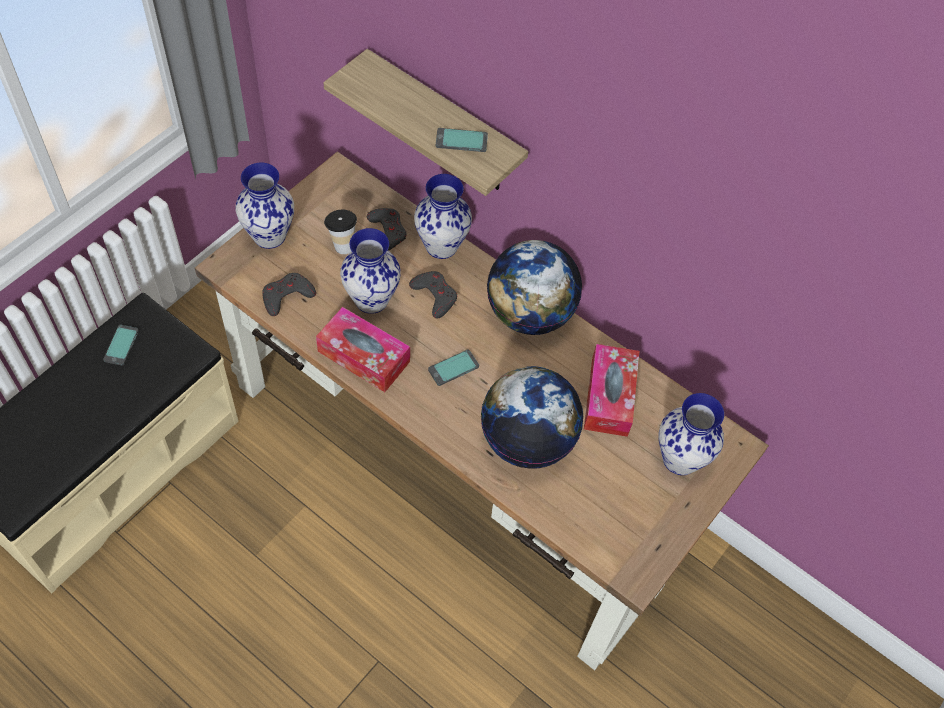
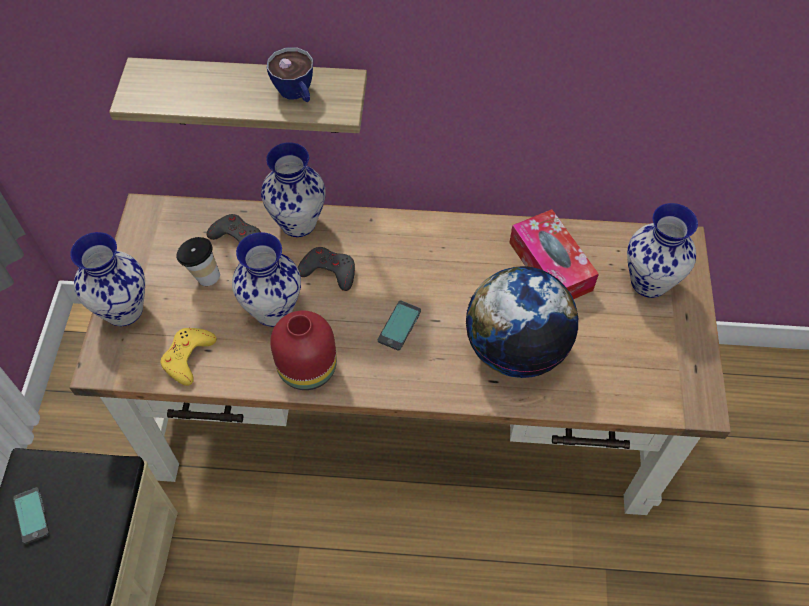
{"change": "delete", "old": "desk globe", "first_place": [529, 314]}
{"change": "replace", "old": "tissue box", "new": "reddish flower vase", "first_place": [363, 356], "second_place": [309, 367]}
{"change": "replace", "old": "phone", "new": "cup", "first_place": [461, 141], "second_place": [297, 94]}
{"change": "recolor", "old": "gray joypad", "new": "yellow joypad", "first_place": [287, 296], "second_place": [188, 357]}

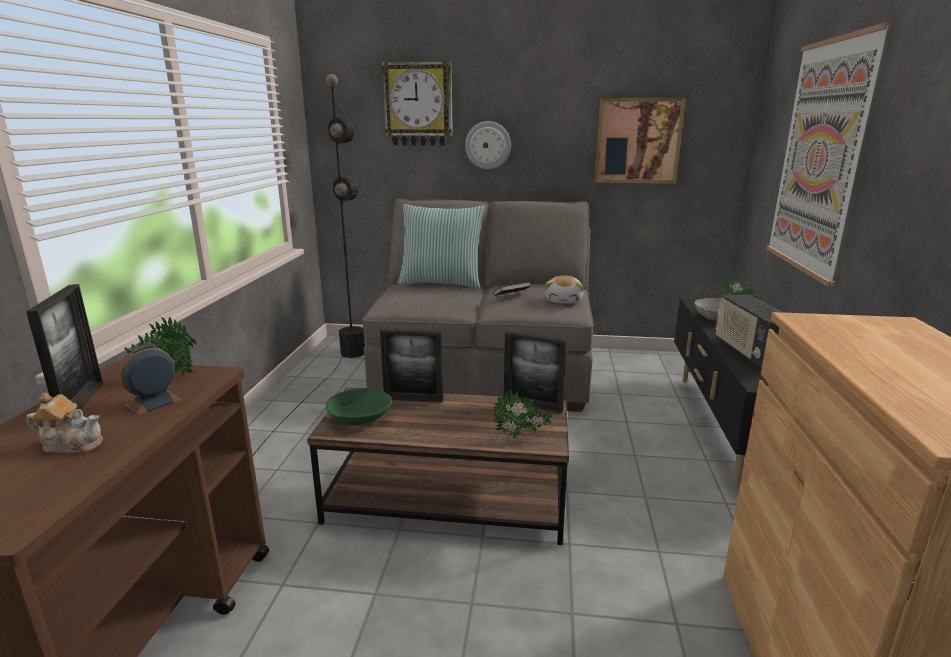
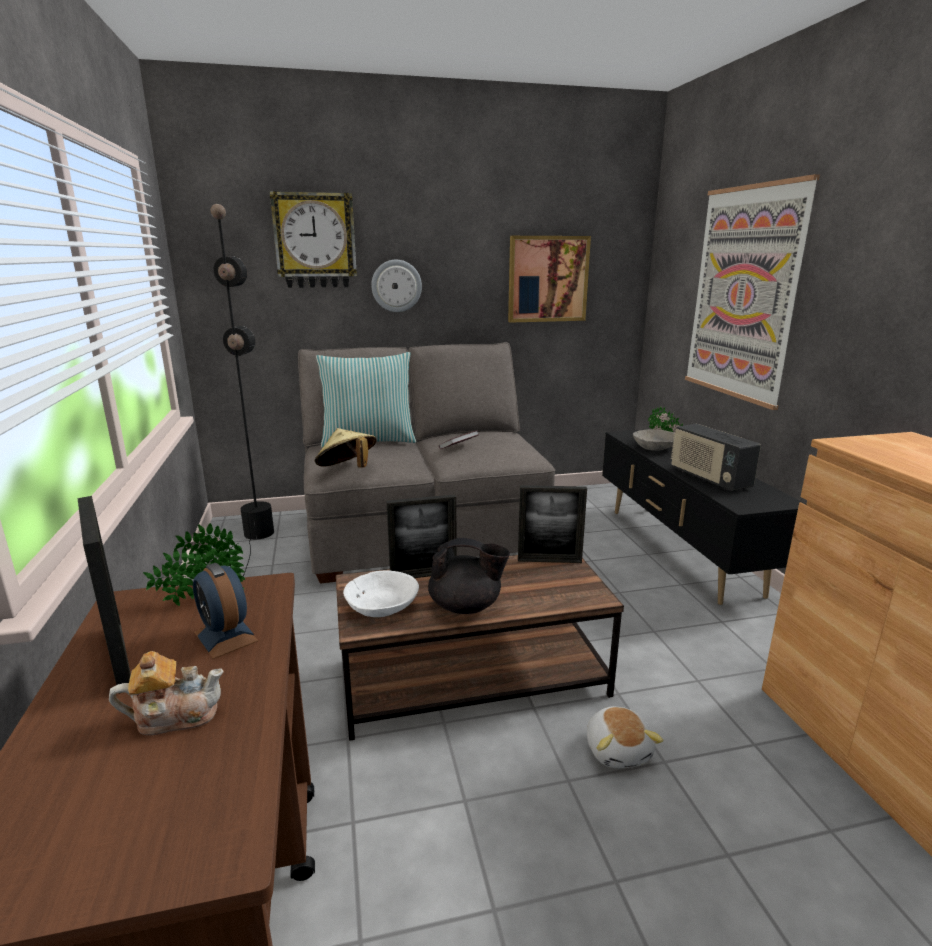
{"change": "delete", "old": "houseplant", "first_place": [520, 437]}
{"change": "insert", "new": "beige-coloured hat", "second_place": [347, 470]}
{"change": "insert", "new": "black-coloured tea pot", "second_place": [466, 606]}
{"change": "move", "old": "soft toy", "first_place": [564, 301], "second_place": [618, 750]}
{"change": "recolor", "old": "greenish bowl", "new": "whitish bowl", "first_place": [360, 418], "second_place": [382, 607]}
{"change": "rotate", "old": "bedside clock", "first_place": [153, 402], "second_place": [225, 637], "degrees": -60}

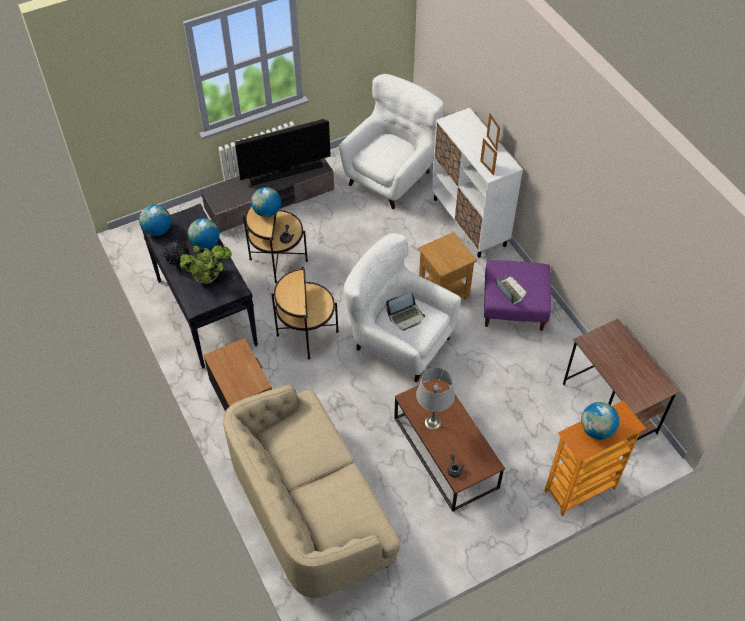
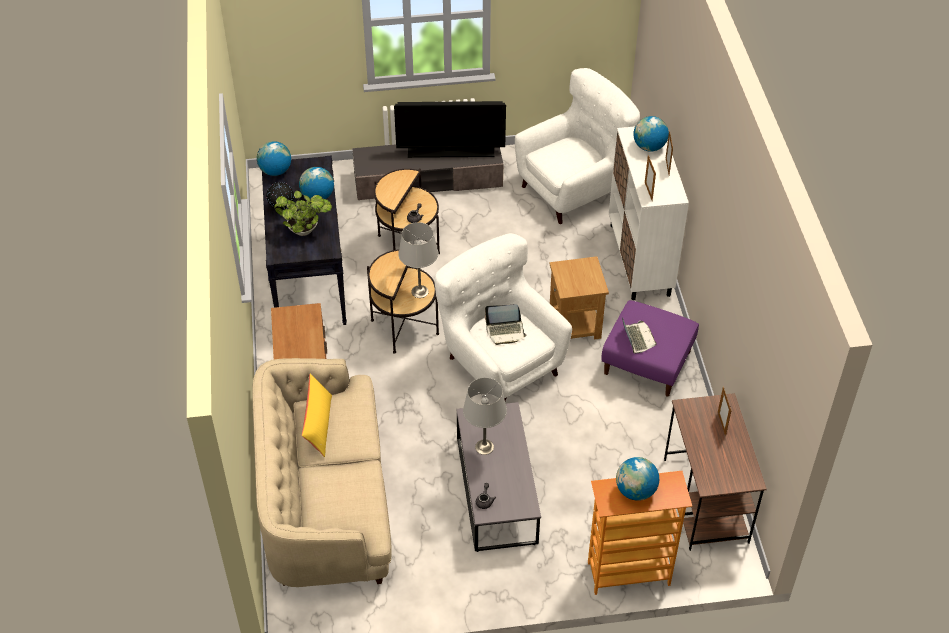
{"change": "insert", "new": "yellow cushion", "second_place": [318, 425]}
{"change": "insert", "new": "gray lamp for a table", "second_place": [420, 292]}
{"change": "insert", "new": "photo frame", "second_place": [721, 424]}
{"change": "move", "old": "desk globe", "first_place": [267, 212], "second_place": [649, 147]}
{"change": "recolor", "old": "brown lounge table", "new": "gray lounge table", "first_place": [446, 452], "second_place": [496, 490]}

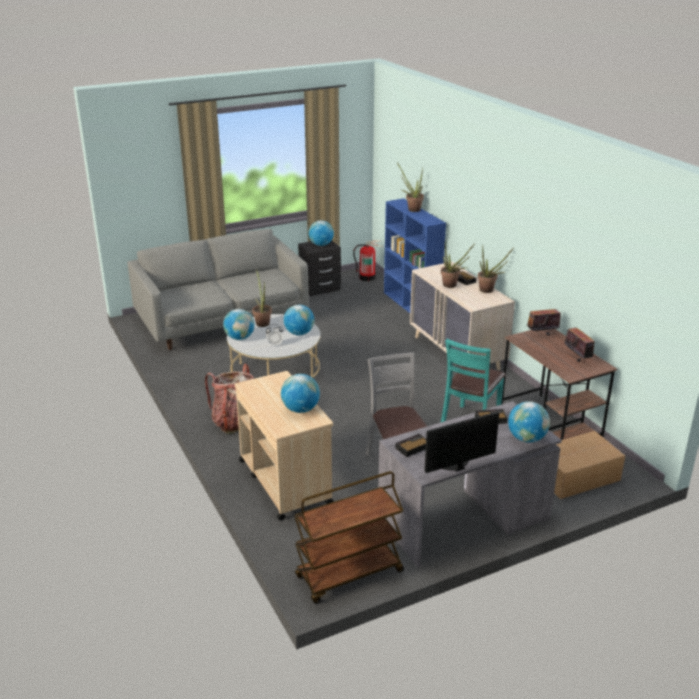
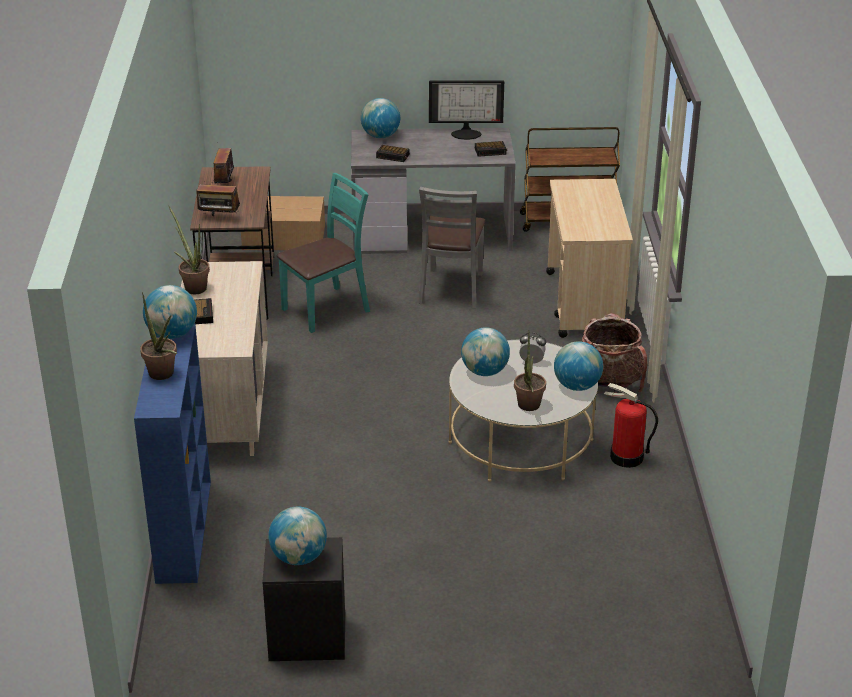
{"change": "delete", "old": "gray settee", "first_place": [222, 321]}
{"change": "delete", "old": "houseplant", "first_place": [452, 285]}
{"change": "move", "old": "desk globe", "first_place": [300, 409], "second_place": [172, 334]}
{"change": "move", "old": "fire extinguisher", "first_place": [367, 277], "second_place": [626, 457]}

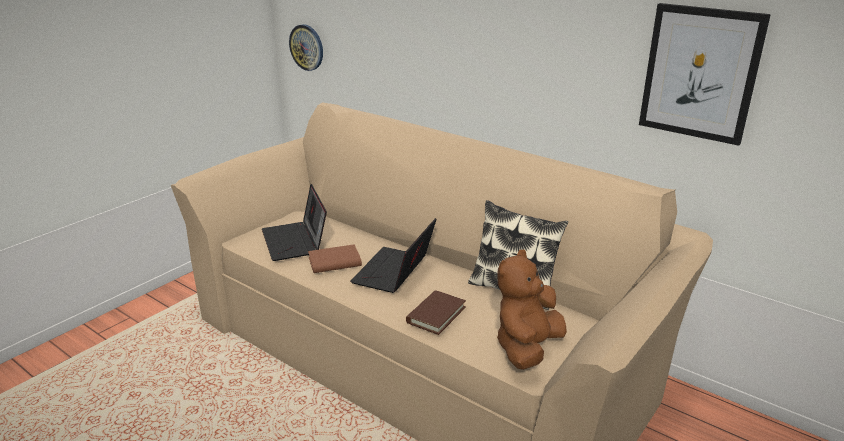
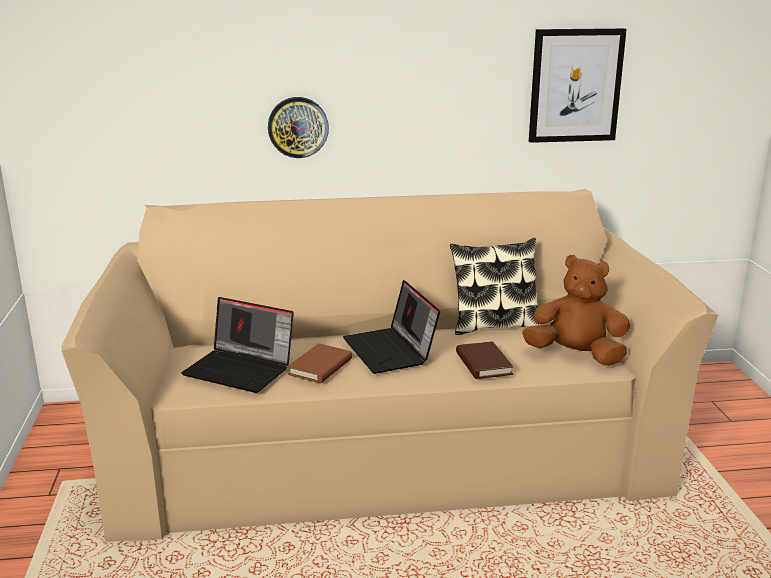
{"change": "move", "old": "hanging clock", "first_place": [307, 47], "second_place": [298, 127]}
{"change": "rotate", "old": "brown soft toy", "first_place": [527, 348], "second_place": [576, 355], "degrees": 120}

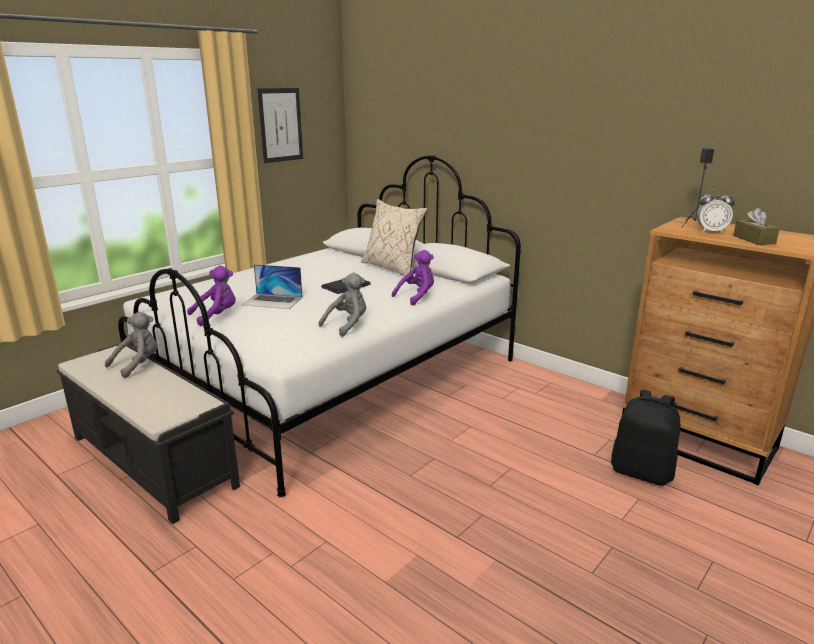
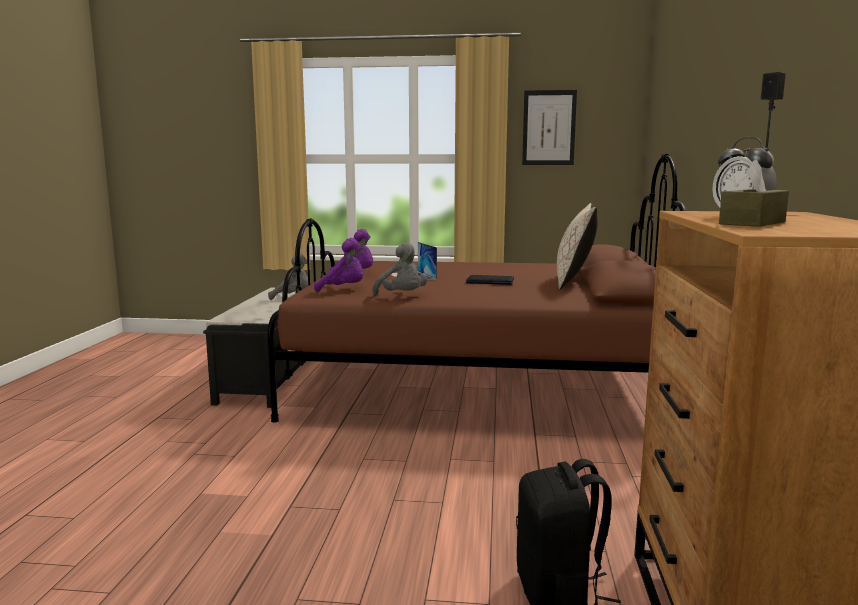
{"change": "move", "old": "purplish soft toy", "first_place": [417, 297], "second_place": [344, 289]}
{"change": "recolor", "old": "whitish bed", "new": "brown bed", "first_place": [333, 377], "second_place": [477, 383]}
{"change": "rotate", "old": "gray soft toy", "first_place": [347, 325], "second_place": [402, 296], "degrees": 45}

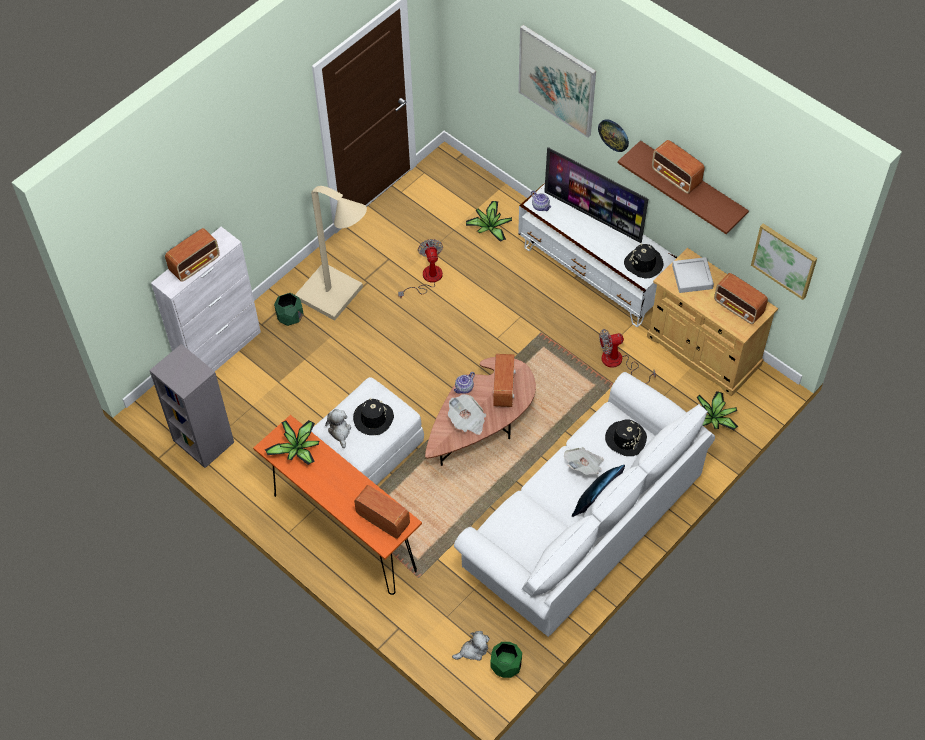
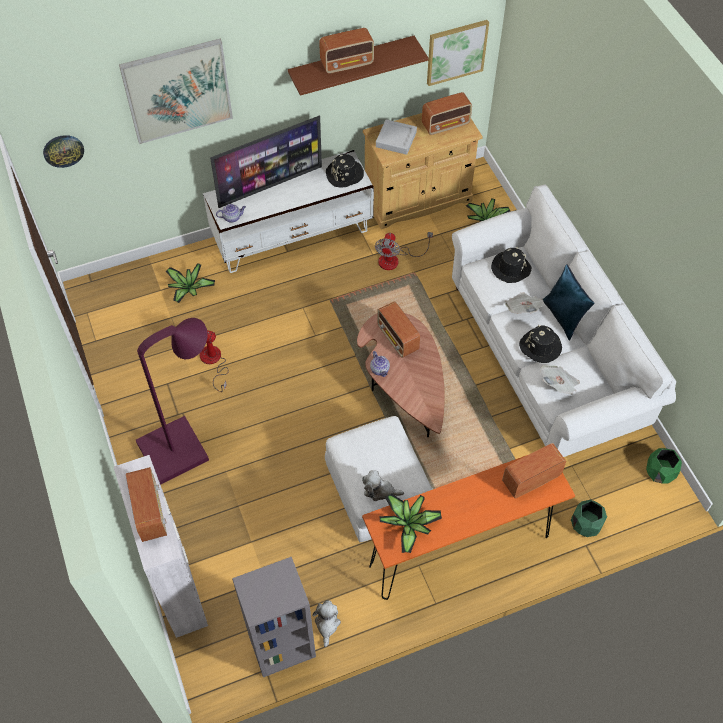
{"change": "move", "old": "greenish plant pot", "first_place": [290, 317], "second_place": [585, 524]}
{"change": "move", "old": "black-coloured hat", "first_place": [373, 419], "second_place": [540, 346]}
{"change": "move", "old": "printed paper", "first_place": [467, 420], "second_place": [558, 385]}
{"change": "move", "old": "soft toy", "first_place": [473, 650], "second_place": [327, 624]}
{"change": "move", "old": "hanging clock", "first_place": [614, 135], "second_place": [63, 150]}
{"change": "recolor", "old": "beige-coloured floor lamp", "new": "purplish floor lamp", "first_place": [337, 297], "second_place": [183, 446]}
{"change": "rotate", "old": "radio", "first_place": [503, 388], "second_place": [398, 339], "degrees": -150}

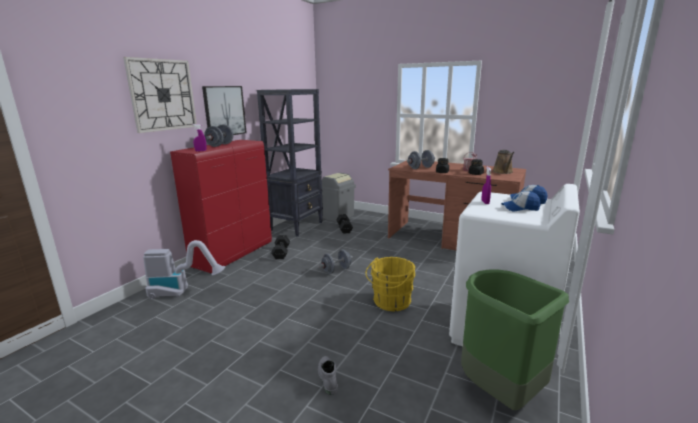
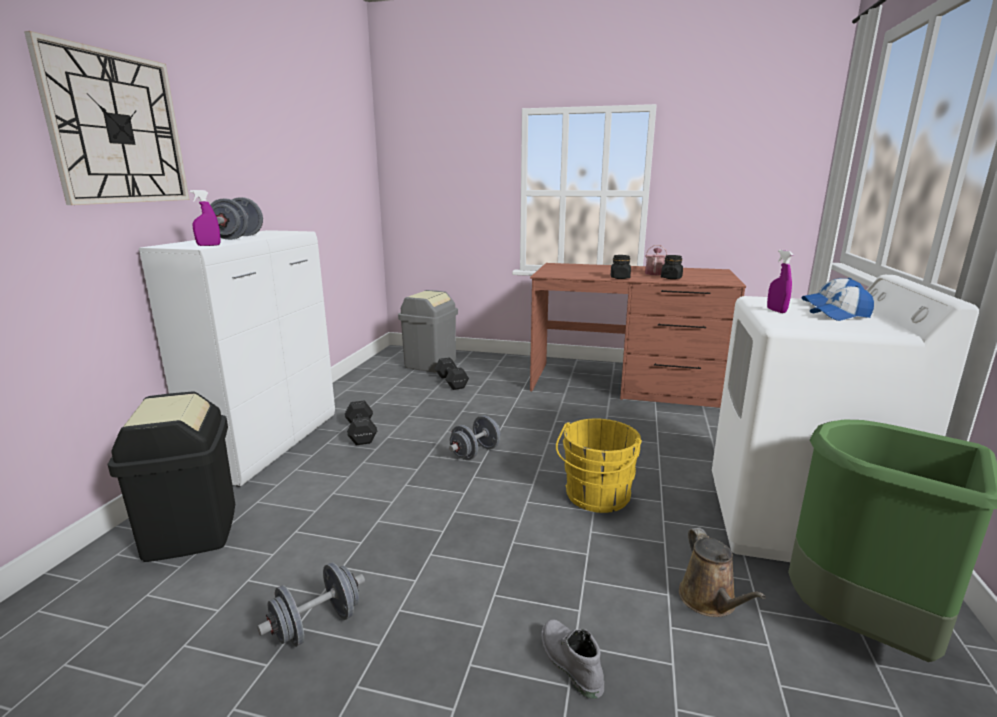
{"change": "delete", "old": "wall art", "first_place": [224, 111]}
{"change": "delete", "old": "black-coloured bookshelf", "first_place": [297, 226]}
{"change": "move", "old": "gray hand weight", "first_place": [420, 168], "second_place": [317, 625]}
{"change": "move", "old": "brown sprinkling can", "first_place": [503, 172], "second_place": [710, 601]}
{"change": "replace", "old": "vacuum", "new": "black-coloured rubbish bin", "first_place": [182, 292], "second_place": [190, 531]}
{"change": "recolor", "old": "reddish cupboard", "new": "whitish cupboard", "first_place": [234, 254], "second_place": [271, 445]}

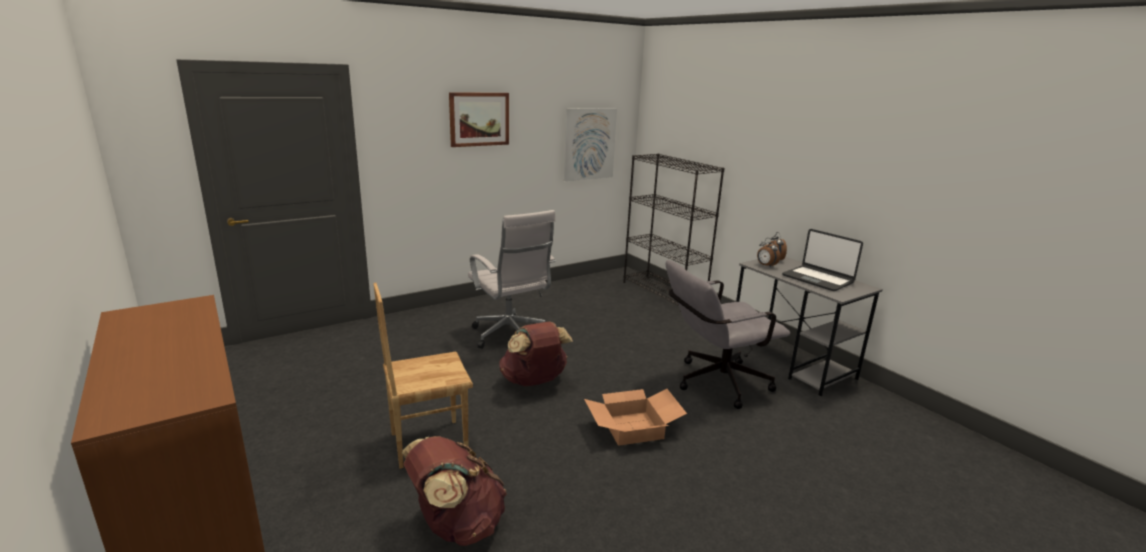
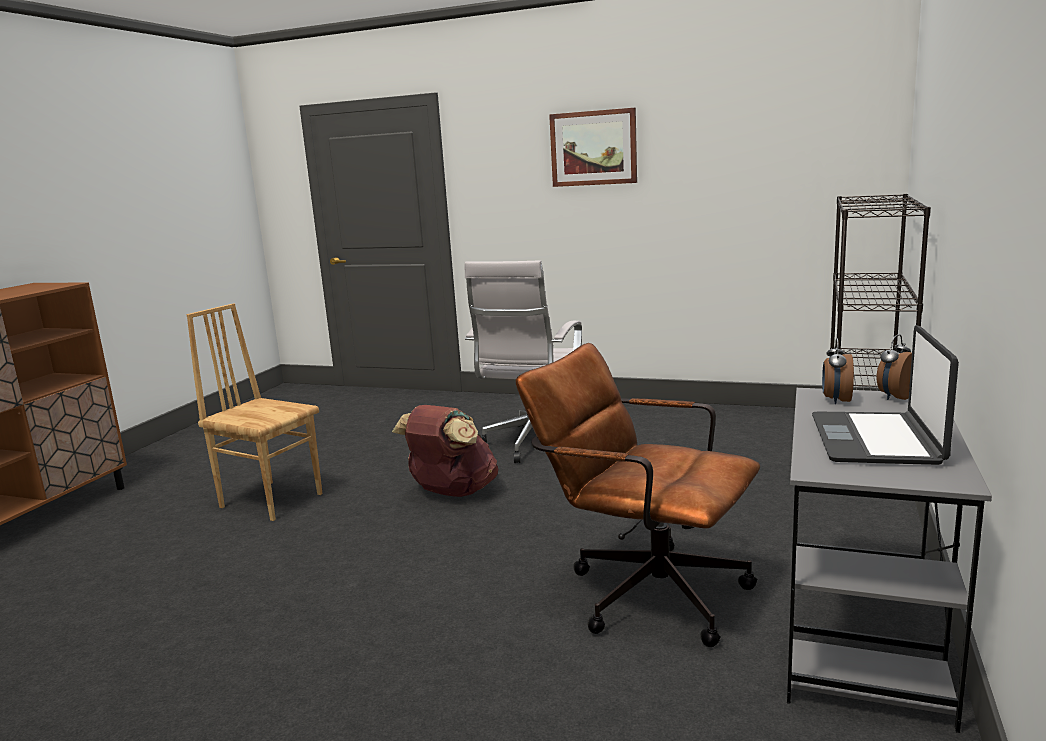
{"change": "delete", "old": "brown backpack", "first_place": [456, 525]}
{"change": "delete", "old": "wall art", "first_place": [589, 144]}
{"change": "delete", "old": "carton", "first_place": [633, 427]}
{"change": "recolor", "old": "gray computer chair", "new": "brown computer chair", "first_place": [714, 383], "second_place": [643, 590]}

